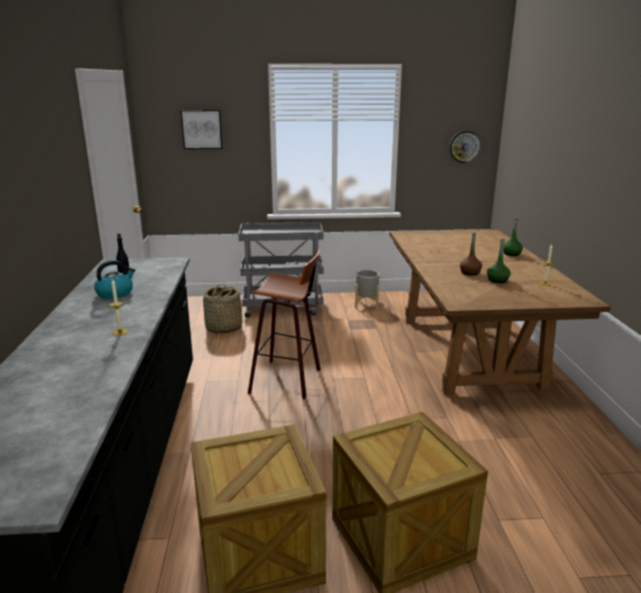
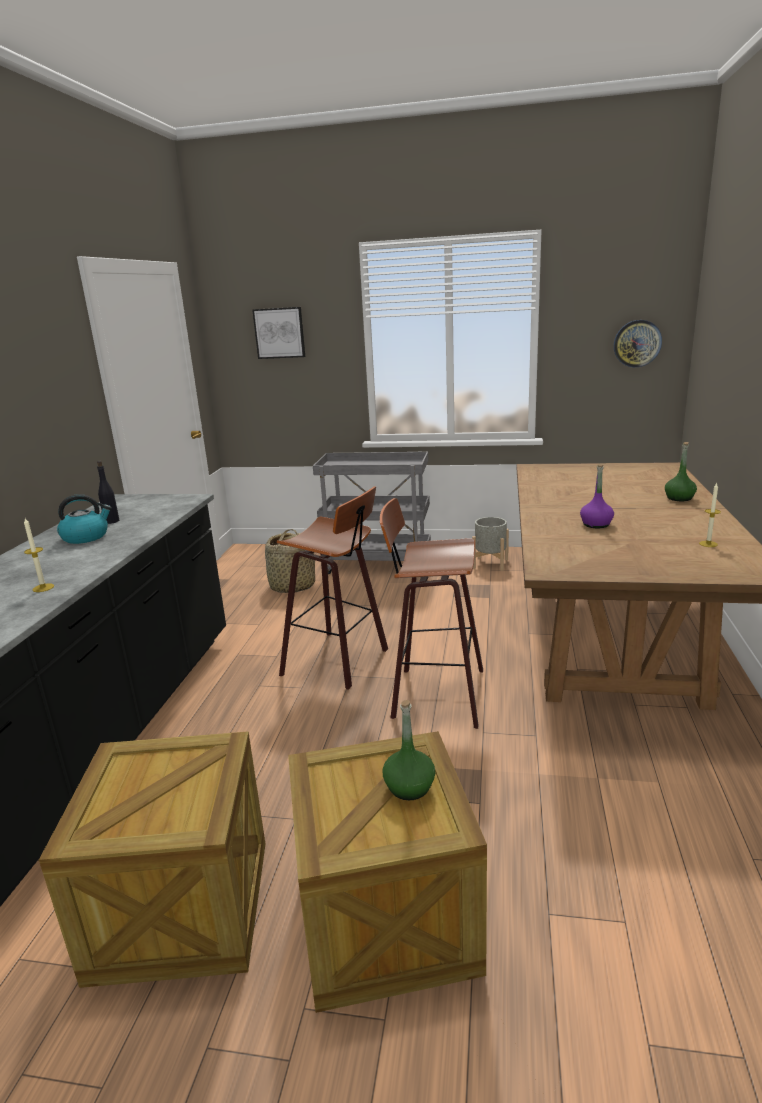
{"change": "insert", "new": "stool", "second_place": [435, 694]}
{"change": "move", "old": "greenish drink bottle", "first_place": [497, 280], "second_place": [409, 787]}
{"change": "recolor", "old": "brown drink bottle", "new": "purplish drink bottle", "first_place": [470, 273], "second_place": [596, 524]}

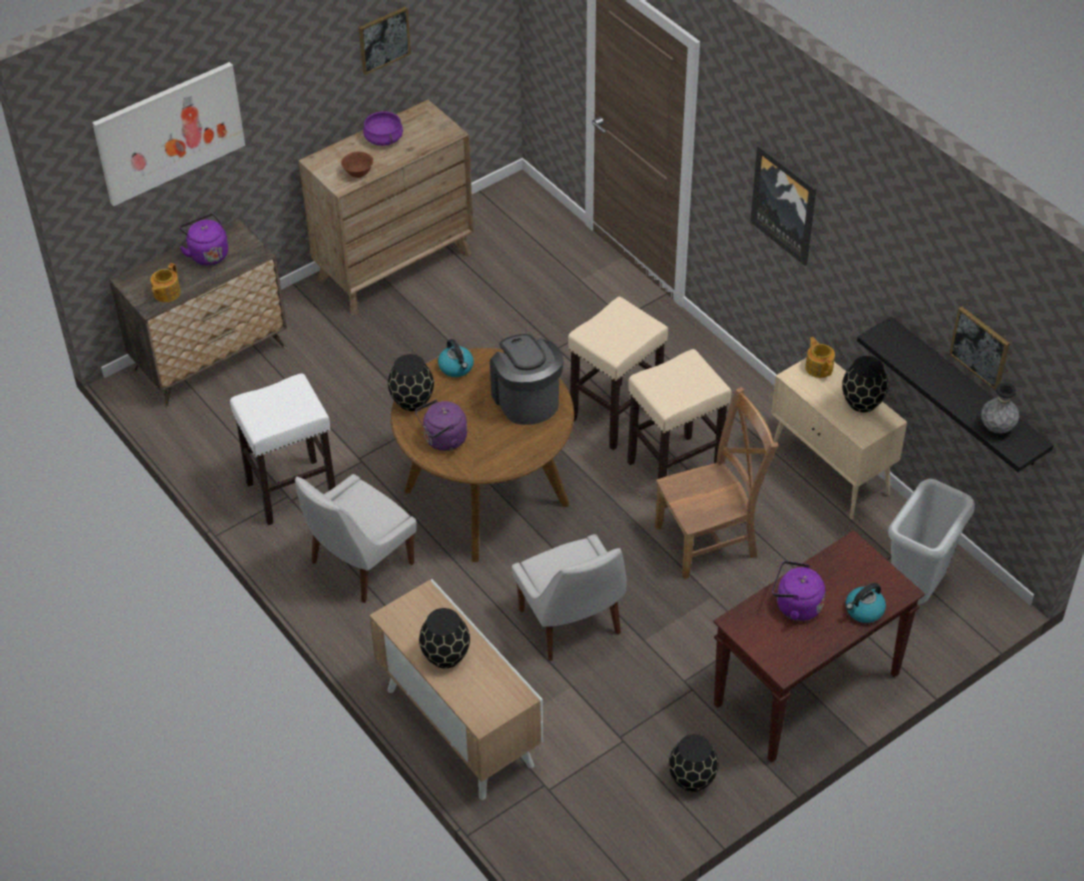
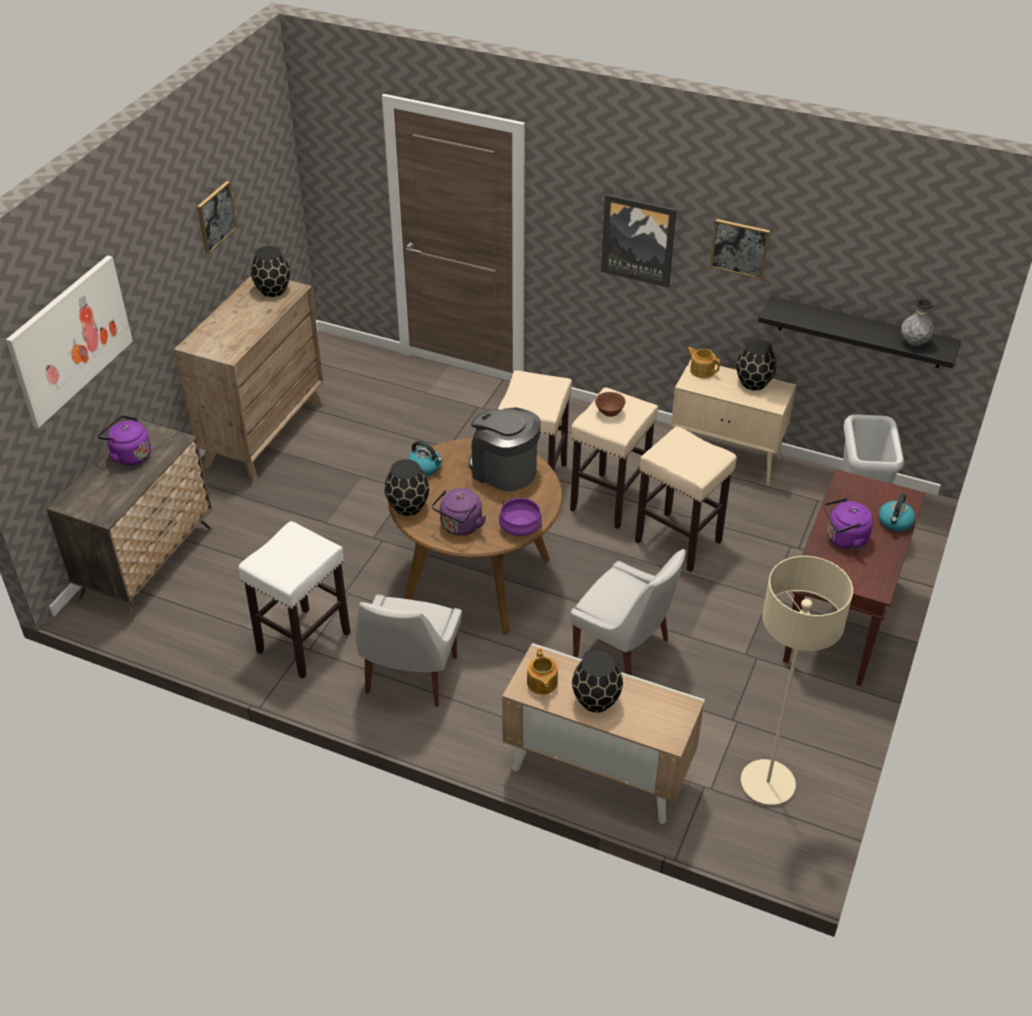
{"change": "insert", "new": "beige-coloured floor lamp", "second_place": [767, 783]}
{"change": "move", "old": "tea pot", "first_place": [166, 293], "second_place": [541, 683]}
{"change": "move", "old": "brown bowl", "first_place": [358, 173], "second_place": [609, 413]}
{"change": "move", "old": "purplish saucepot", "first_place": [384, 138], "second_place": [520, 527]}
{"change": "move", "old": "black-coloured flower vase", "first_place": [691, 779], "second_place": [272, 290]}
{"change": "move", "old": "wall art", "first_place": [980, 347], "second_place": [740, 248]}
{"change": "replace", "old": "brown upright chair", "new": "beige-coloured stool", "first_place": [710, 540], "second_place": [679, 541]}

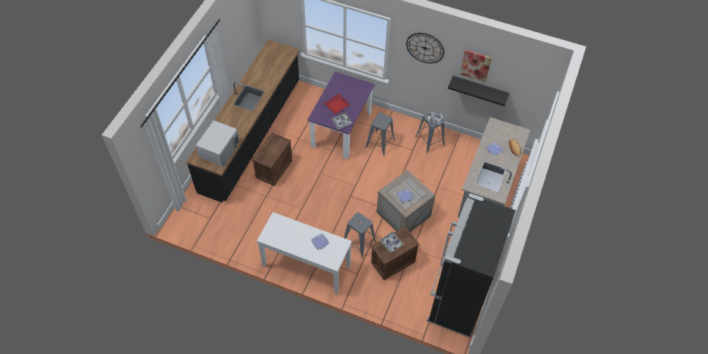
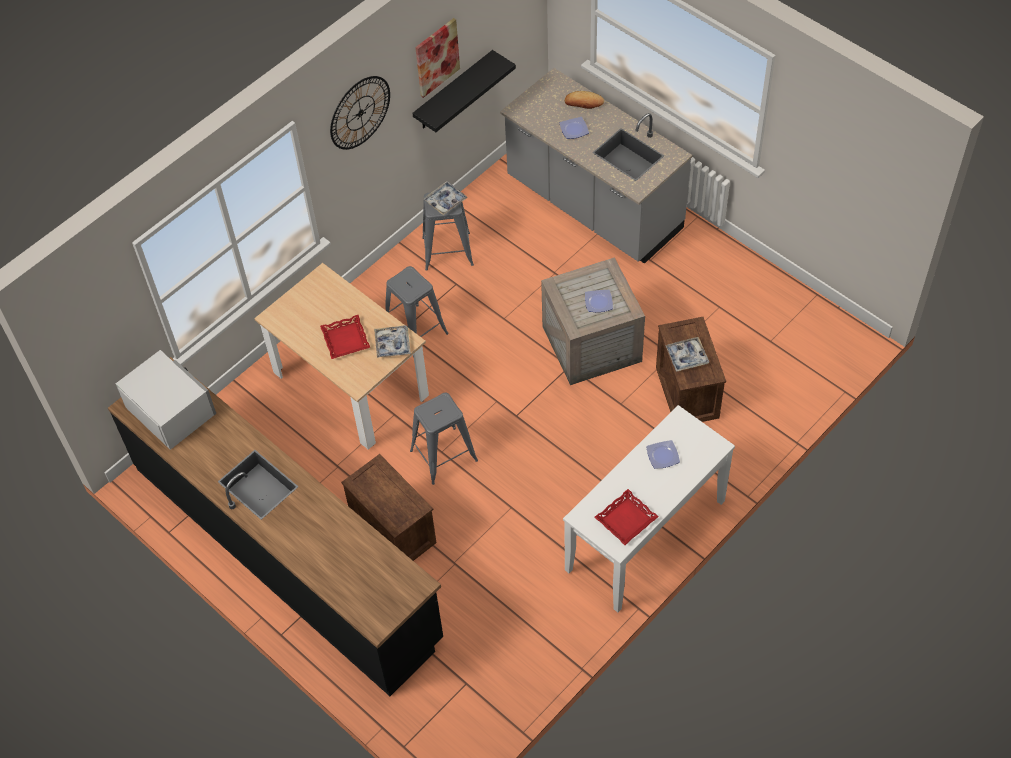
{"change": "delete", "old": "black-coloured kitchen fridge", "first_place": [456, 299]}
{"change": "insert", "new": "reddish carrying tray", "second_place": [626, 519]}
{"change": "move", "old": "whitish kitchen microwave", "first_place": [219, 149], "second_place": [170, 410]}
{"change": "move", "old": "gray stool", "first_place": [359, 242], "second_place": [443, 455]}
{"change": "recolor", "old": "purplish dining table", "new": "beige-coloured dining table", "first_place": [341, 129], "second_place": [350, 384]}

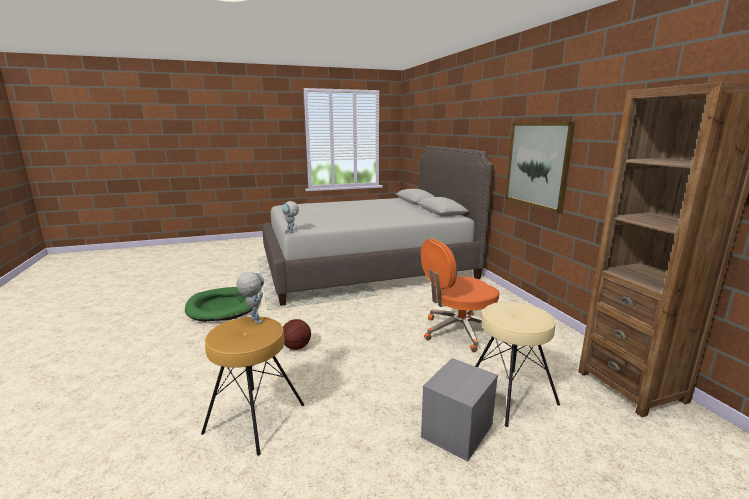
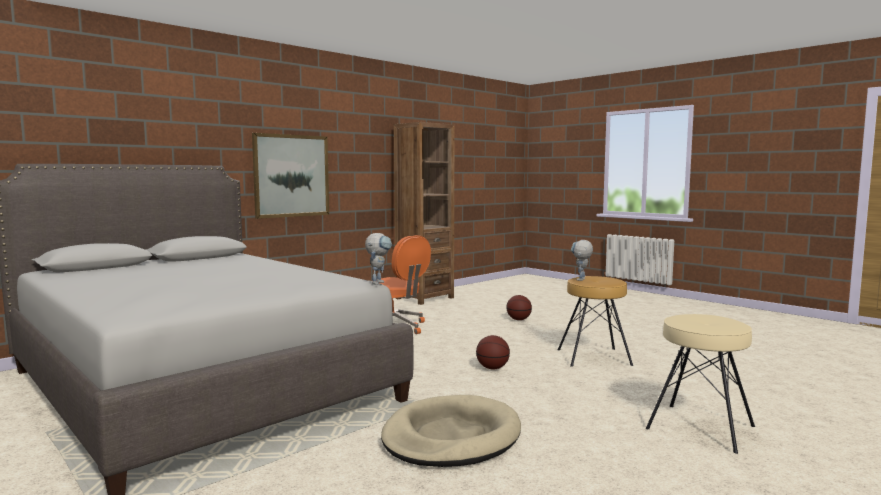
{"change": "move", "old": "beige-coloured stool", "first_place": [509, 395], "second_place": [700, 428]}
{"change": "replace", "old": "gray storage container", "new": "basketball ball", "first_place": [457, 431], "second_place": [518, 319]}
{"change": "recolor", "old": "greenish dog bed", "new": "beige-coloured dog bed", "first_place": [223, 307], "second_place": [451, 437]}

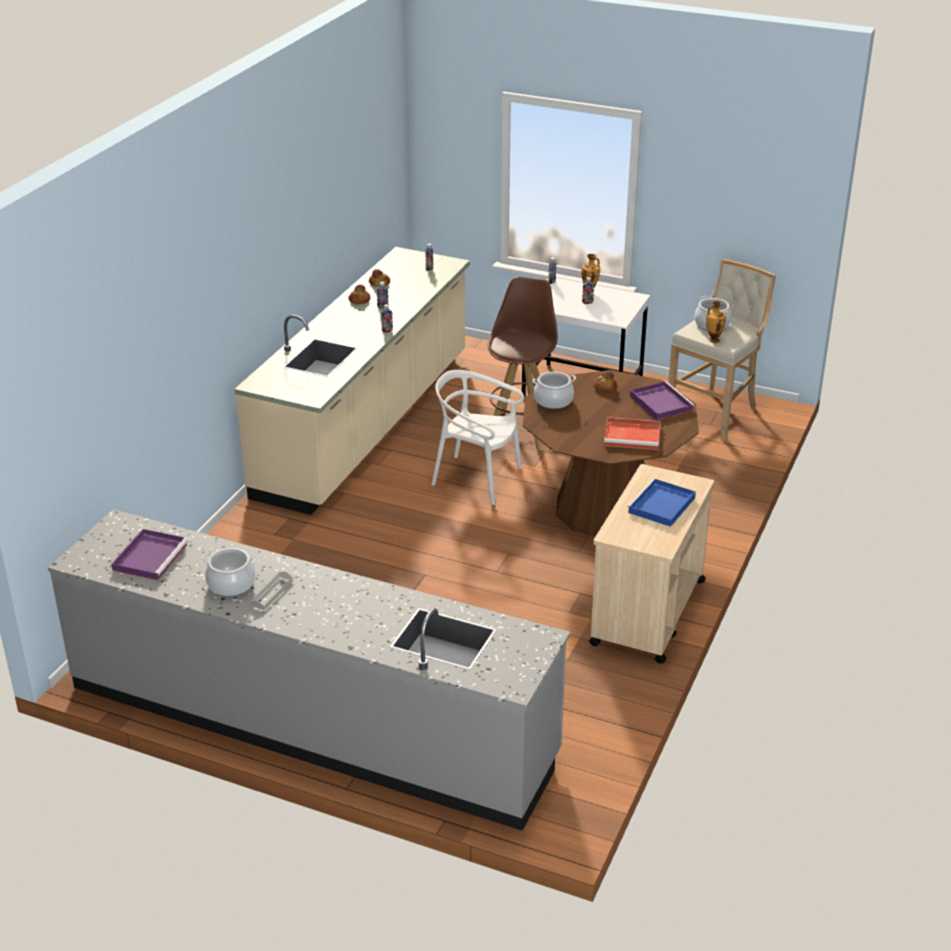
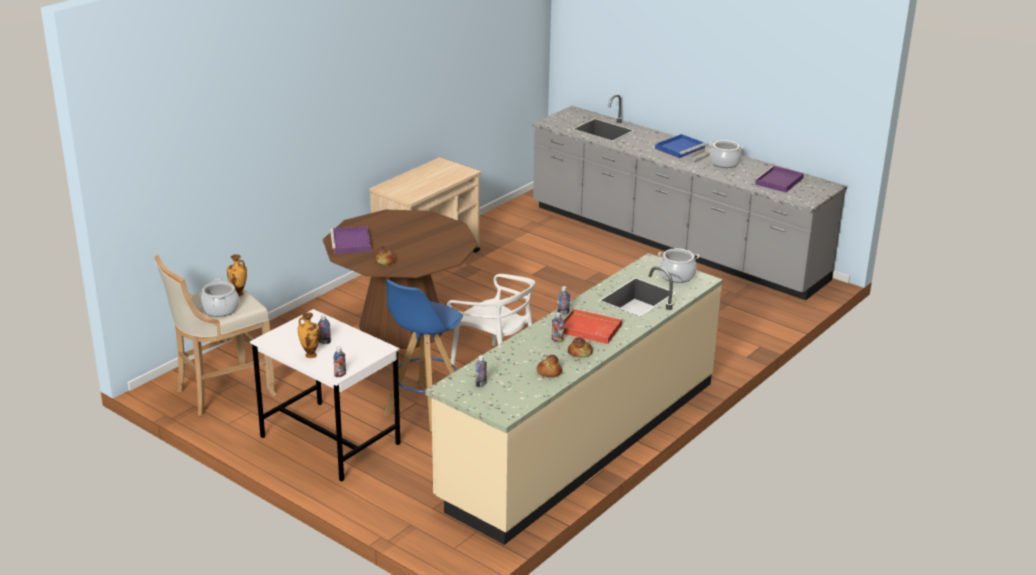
{"change": "move", "old": "saucepot", "first_place": [553, 401], "second_place": [676, 276]}
{"change": "move", "old": "reddish carrying tray", "first_place": [633, 436], "second_place": [589, 328]}
{"change": "move", "old": "blue-coloured carrying tray", "first_place": [661, 506], "second_place": [680, 148]}
{"change": "recolor", "old": "brown stool", "new": "blue-coloured stool", "first_place": [521, 429], "second_place": [425, 408]}

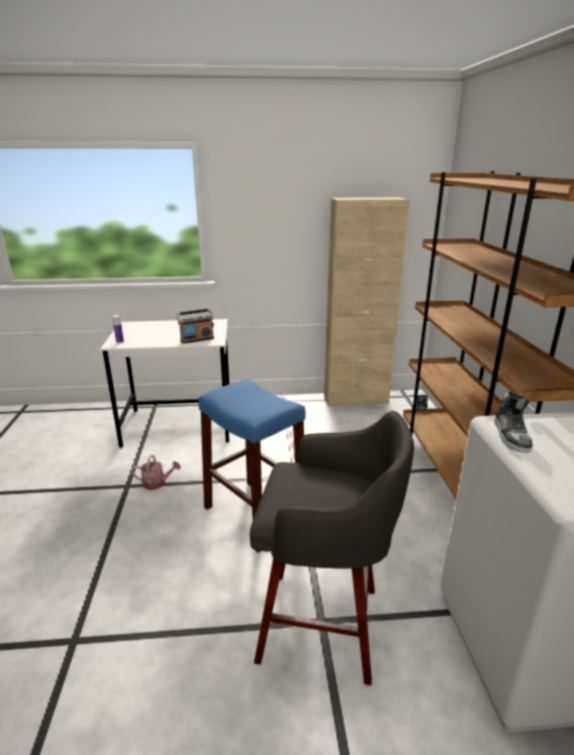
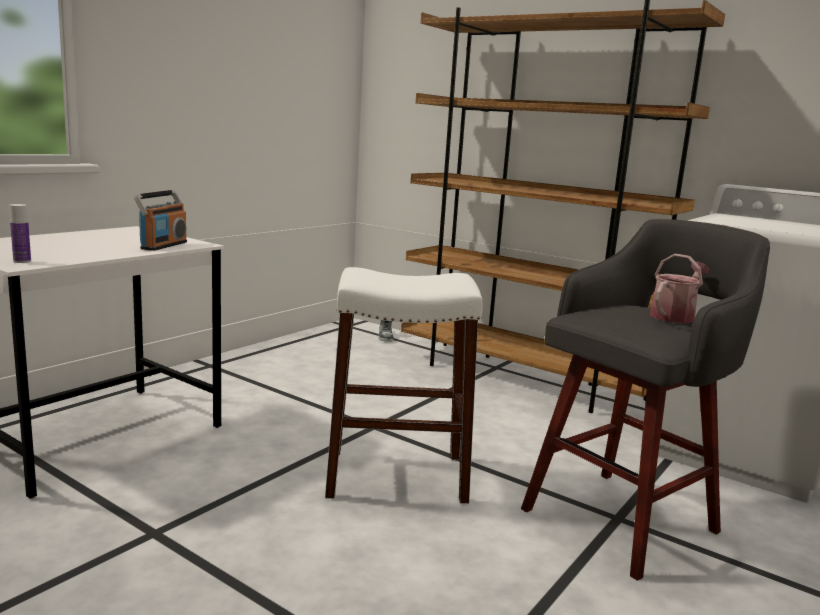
{"change": "delete", "old": "beige-coloured cupboard", "first_place": [355, 399]}
{"change": "delete", "old": "shoe", "first_place": [511, 435]}
{"change": "move", "old": "sprinkling can", "first_place": [157, 483], "second_place": [675, 316]}
{"change": "recolor", "old": "blue-coloured stool", "new": "whitish stool", "first_place": [254, 514], "second_place": [396, 476]}

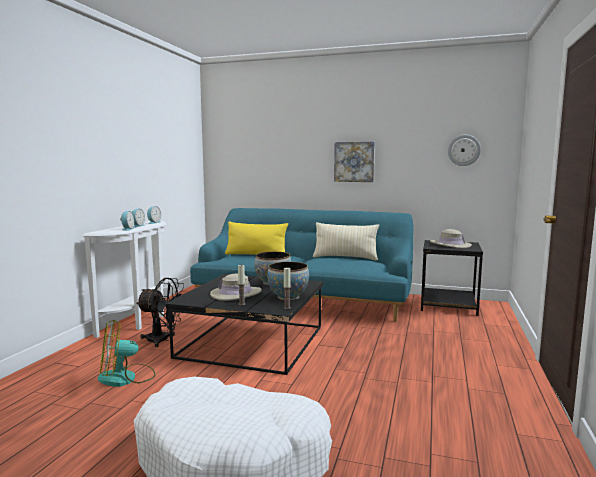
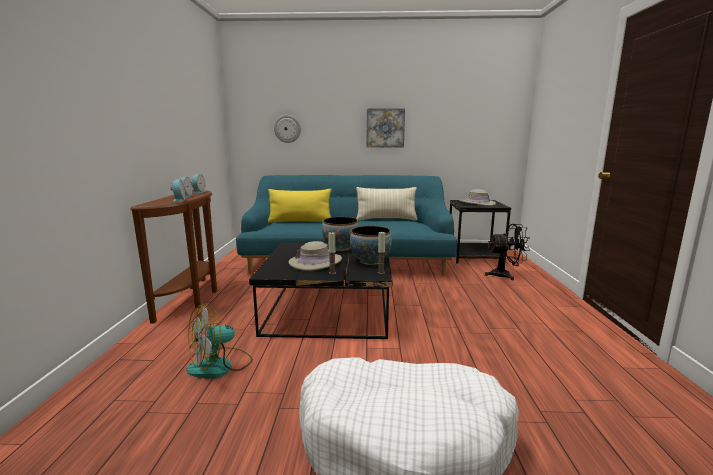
{"change": "move", "old": "black-coloured cooling fan", "first_place": [163, 340], "second_place": [505, 275]}
{"change": "move", "old": "hanging clock", "first_place": [464, 150], "second_place": [287, 128]}
{"change": "recolor", "old": "whitish console table", "new": "brown console table", "first_place": [140, 320], "second_place": [193, 298]}

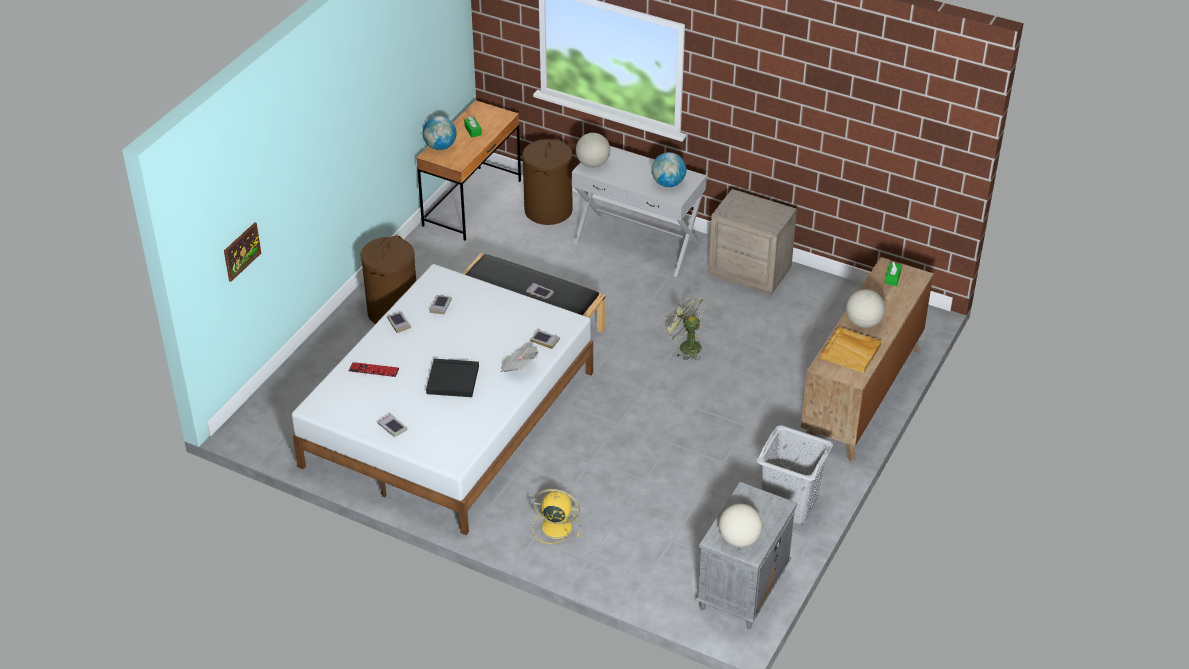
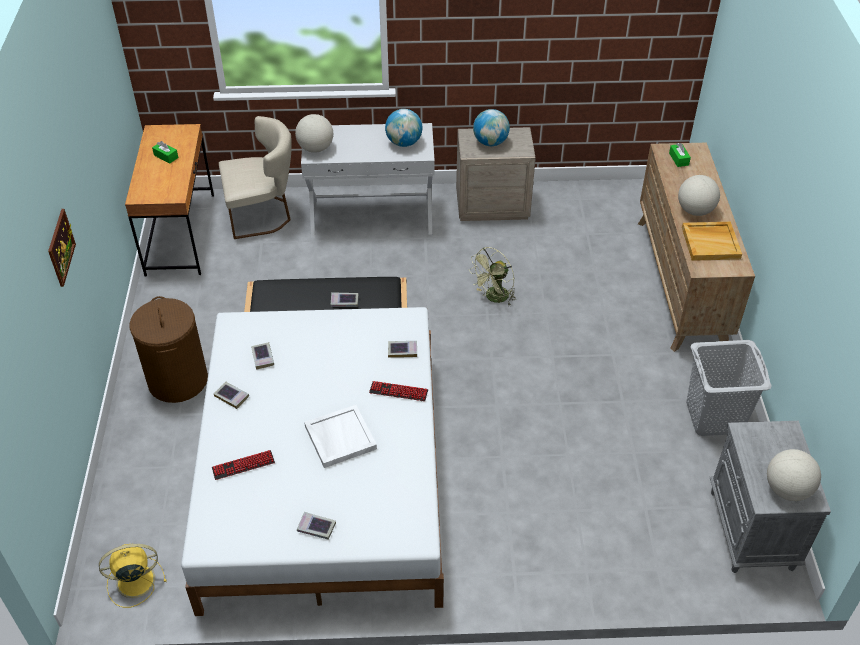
{"change": "move", "old": "wall art", "first_place": [242, 251], "second_place": [61, 247]}
{"change": "move", "old": "desk globe", "first_place": [440, 147], "second_place": [490, 142]}
{"change": "move", "old": "yellow cooling fan", "first_place": [555, 527], "second_place": [134, 581]}
{"change": "replace", "old": "printed paper", "new": "keyboard", "first_place": [518, 367], "second_place": [398, 392]}
{"change": "replace", "old": "brown laundry basket", "new": "beige-coloured upright chair", "first_place": [548, 211], "second_place": [262, 214]}
{"change": "recolor", "old": "black-coloured carrying tray", "new": "whitish carrying tray", "first_place": [452, 379], "second_place": [339, 437]}
{"change": "rotate", "old": "greenish cooling fan", "first_place": [685, 346], "second_place": [494, 298], "degrees": -60}

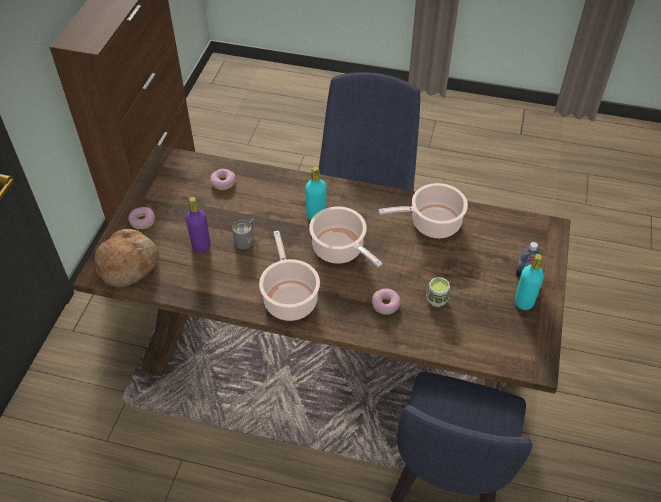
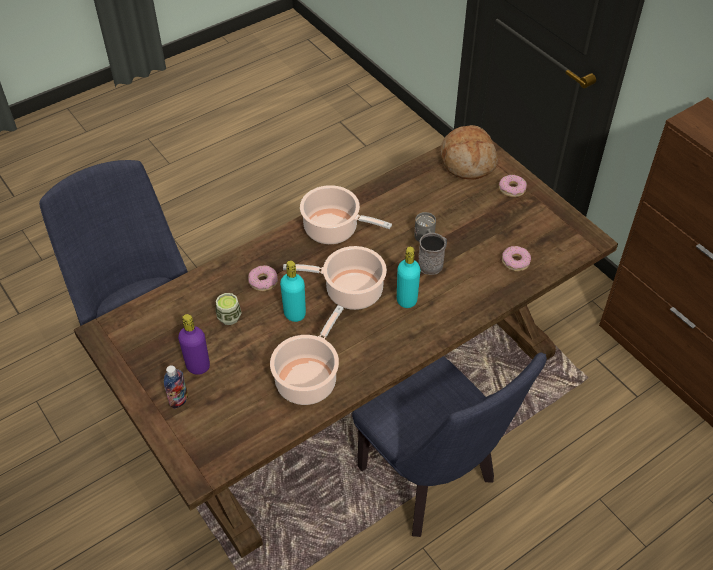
{"change": "insert", "new": "gray tea mug", "second_place": [433, 263]}
{"change": "move", "old": "purplish drink bottle", "first_place": [201, 246], "second_place": [198, 366]}
{"change": "move", "old": "turquoise-coloured drink bottle", "first_place": [524, 302], "second_place": [294, 314]}

